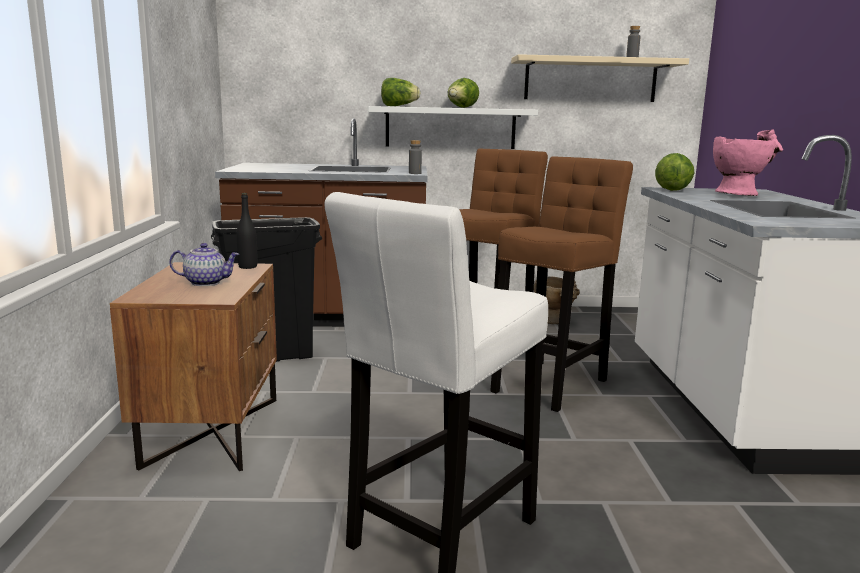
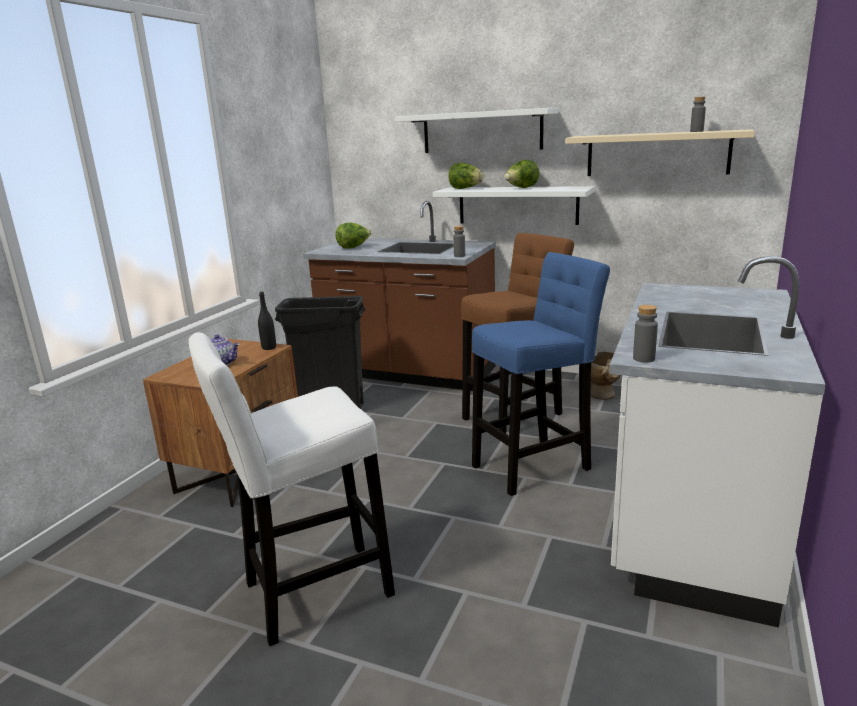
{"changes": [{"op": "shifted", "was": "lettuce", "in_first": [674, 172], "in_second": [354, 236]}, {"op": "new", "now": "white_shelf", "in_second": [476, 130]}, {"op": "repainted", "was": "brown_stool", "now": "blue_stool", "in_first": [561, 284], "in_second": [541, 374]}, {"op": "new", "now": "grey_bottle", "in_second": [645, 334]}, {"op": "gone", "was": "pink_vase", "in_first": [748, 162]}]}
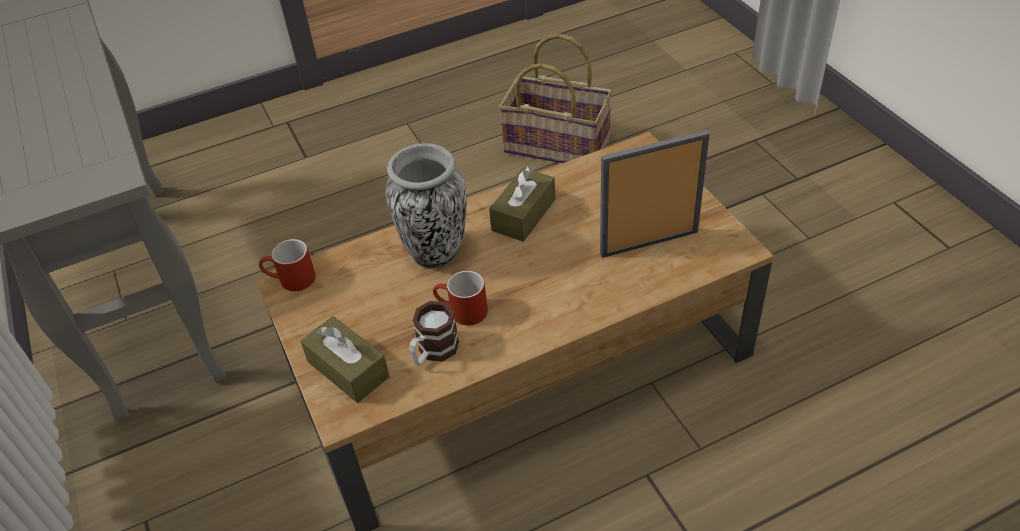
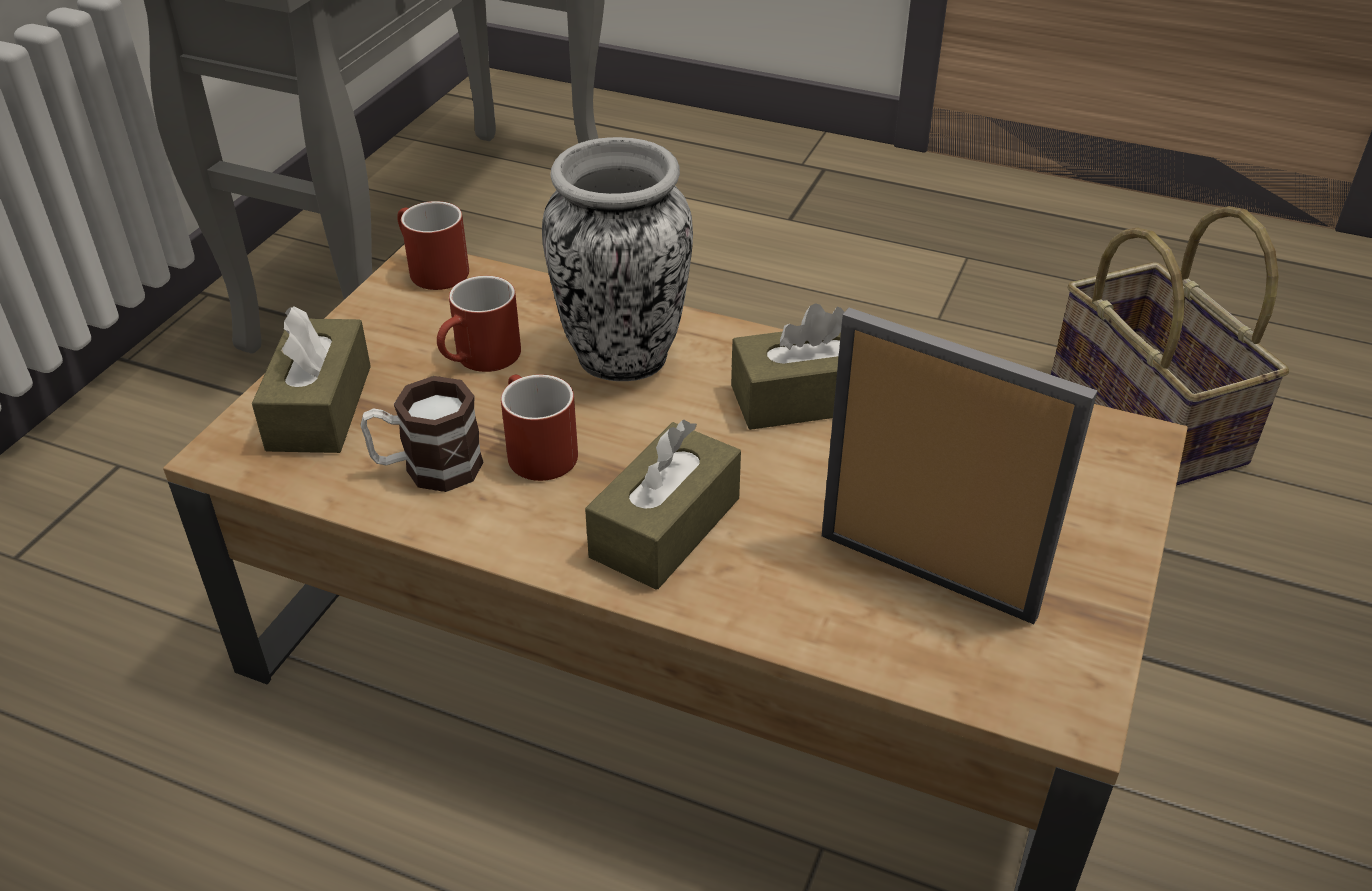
{"changes": [{"op": "new", "now": "red_mug", "in_second": [479, 324]}, {"op": "new", "now": "brown_tissue_box", "in_second": [663, 505]}]}
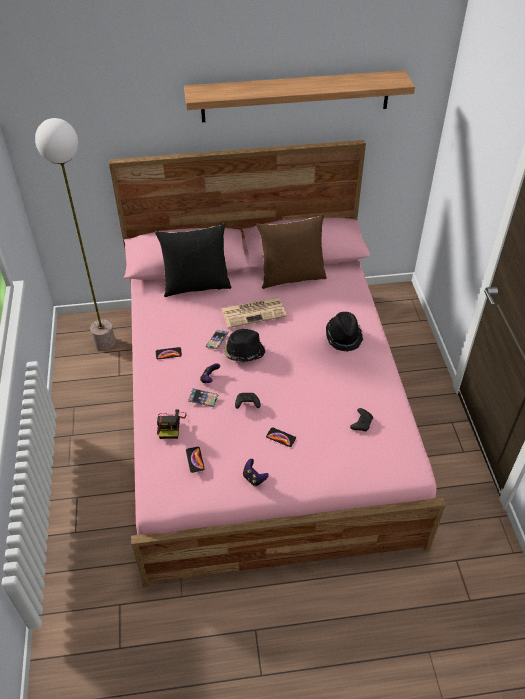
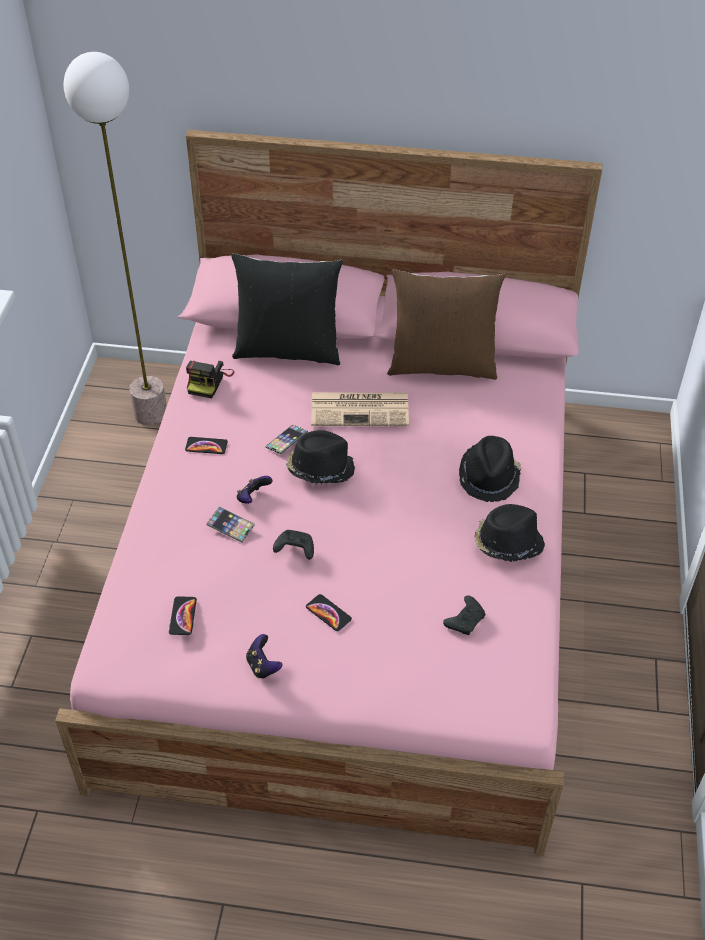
{"changes": [{"op": "shifted", "was": "photo_camera", "in_first": [172, 424], "in_second": [210, 379]}, {"op": "new", "now": "black_hat", "in_second": [510, 533]}, {"op": "gone", "was": "shelf", "in_first": [299, 96]}]}
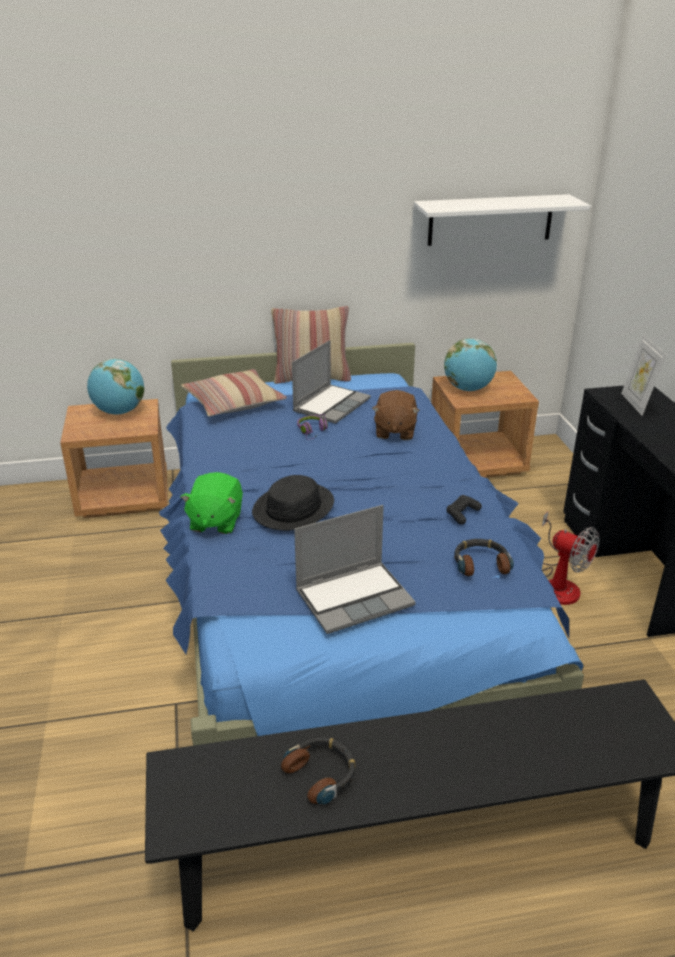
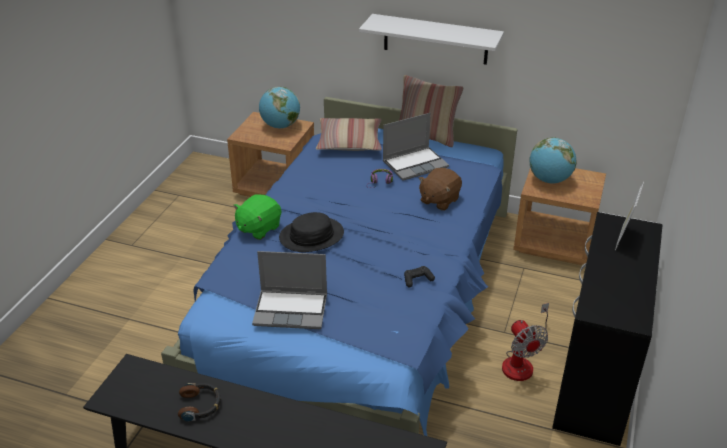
{"changes": [{"op": "shifted", "was": "white_shelf", "in_first": [502, 220], "in_second": [431, 39]}, {"op": "gone", "was": "headphones", "in_first": [484, 557]}]}
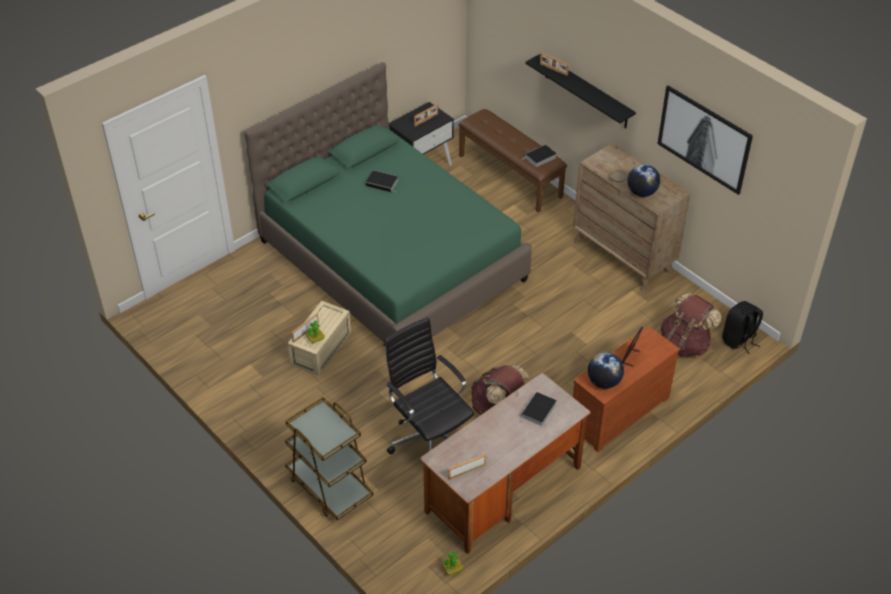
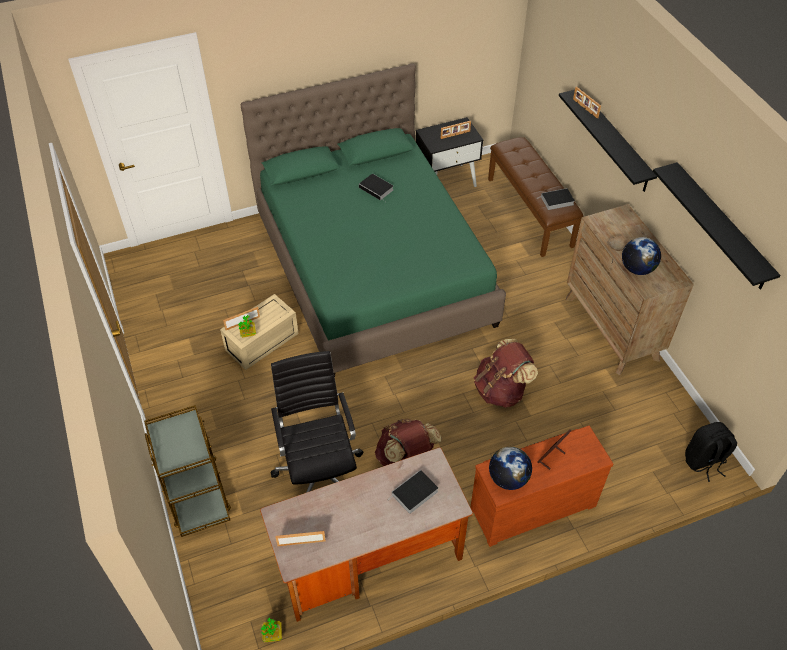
{"changes": [{"op": "shifted", "was": "brown_backpack", "in_first": [691, 325], "in_second": [506, 373]}, {"op": "swapped", "was": "picture", "now": "black_shelf", "in_first": [705, 140], "in_second": [716, 226]}]}
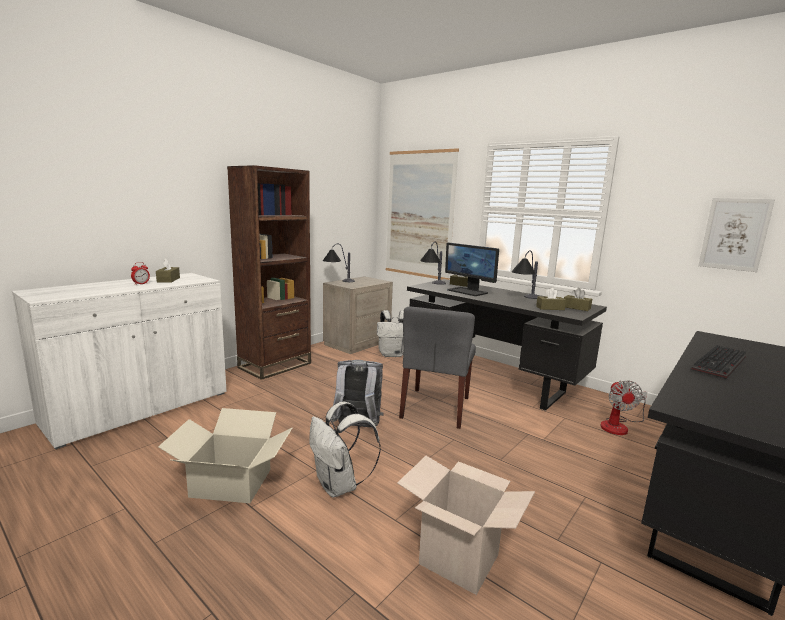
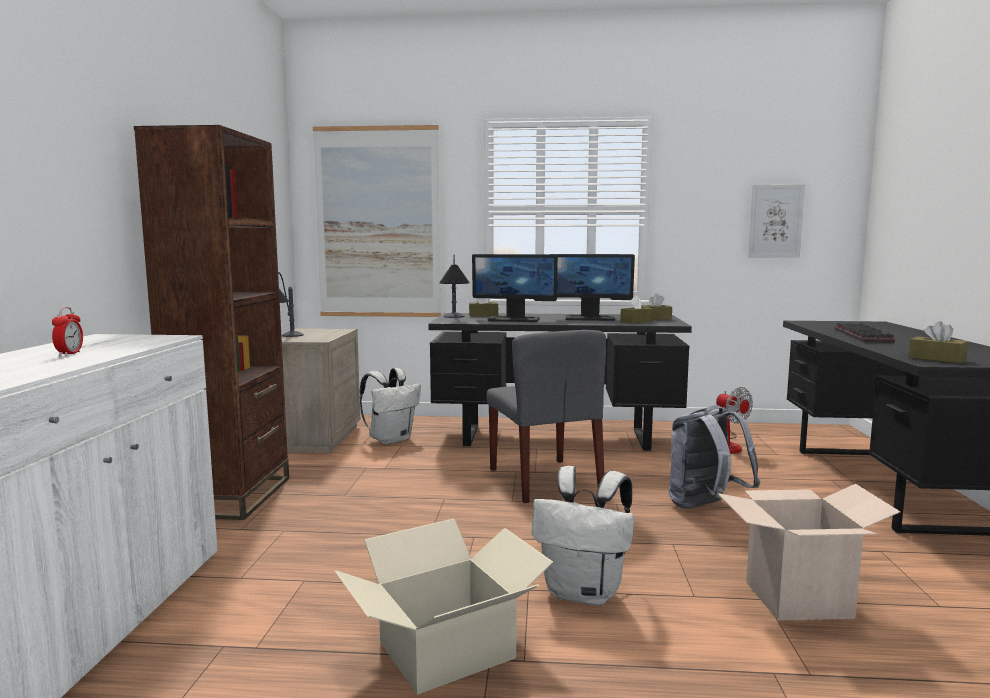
{"changes": [{"op": "swapped", "was": "table_lamp", "now": "monitor", "in_first": [525, 275], "in_second": [596, 287]}, {"op": "shifted", "was": "grey_backpack", "in_first": [357, 393], "in_second": [714, 457]}, {"op": "shifted", "was": "brown_tissue_box", "in_first": [168, 270], "in_second": [938, 342]}]}
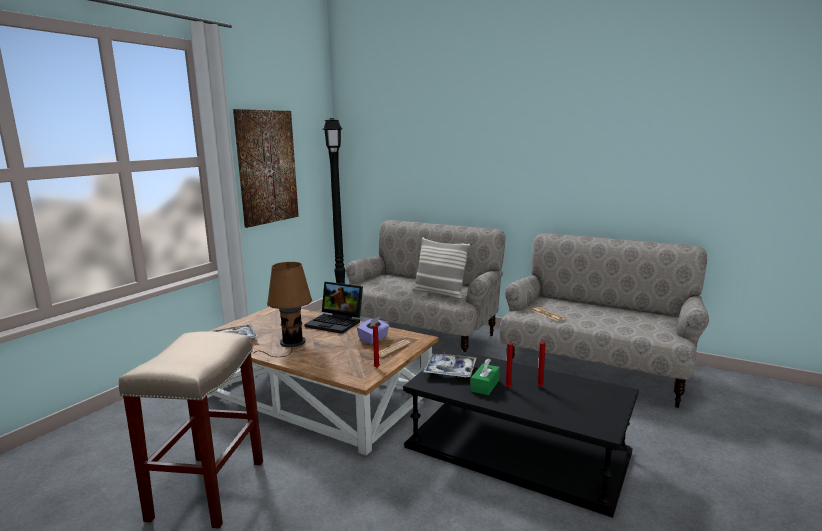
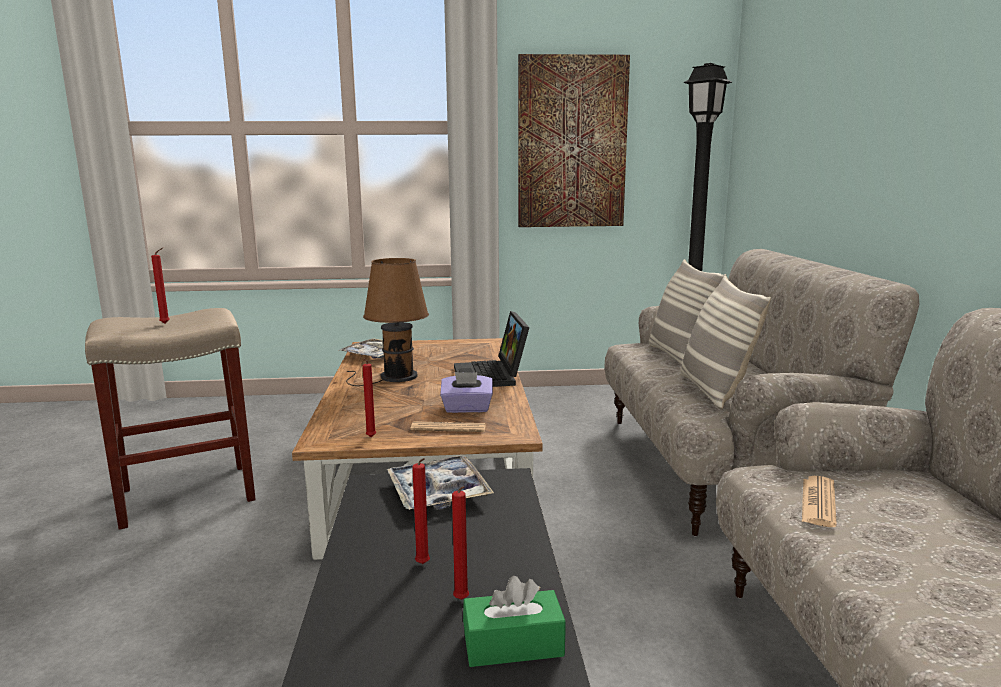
{"changes": [{"op": "new", "now": "red_candle", "in_second": [160, 286]}, {"op": "shifted", "was": "green_tissue_box", "in_first": [485, 376], "in_second": [514, 621]}, {"op": "new", "now": "pillow", "in_second": [687, 312]}]}
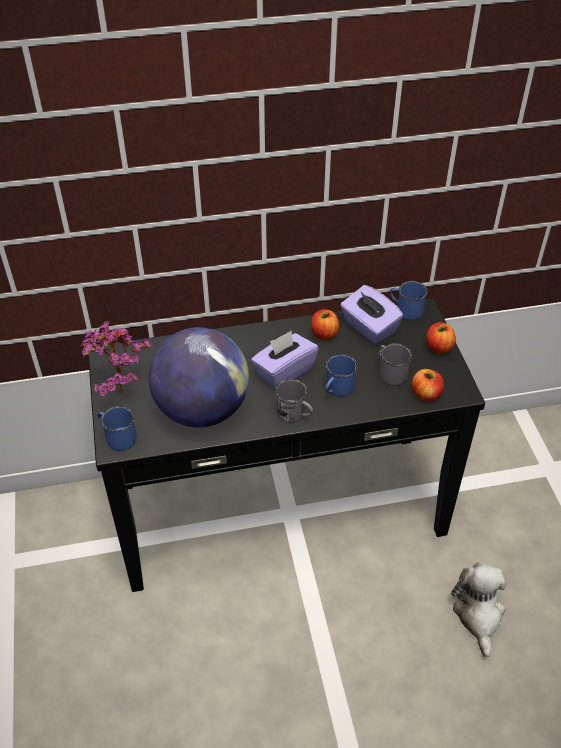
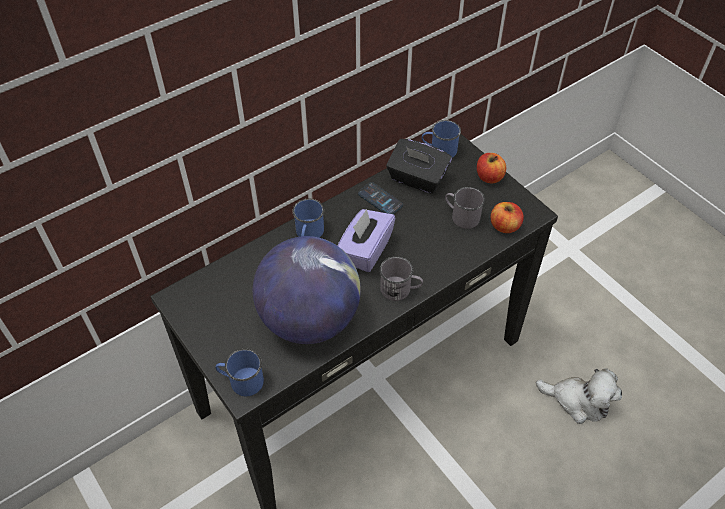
{"changes": [{"op": "shifted", "was": "blue_mug", "in_first": [341, 375], "in_second": [308, 218]}, {"op": "swapped", "was": "apple", "now": "phone", "in_first": [325, 324], "in_second": [380, 198]}, {"op": "repainted", "was": "purple_tissue_box", "now": "black_tissue_box", "in_first": [371, 314], "in_second": [419, 166]}, {"op": "rotated", "was": "plush_toy", "in_first": [478, 610], "in_second": [579, 396], "clockwise": 135}, {"op": "gone", "was": "potted_plant", "in_first": [117, 359]}]}
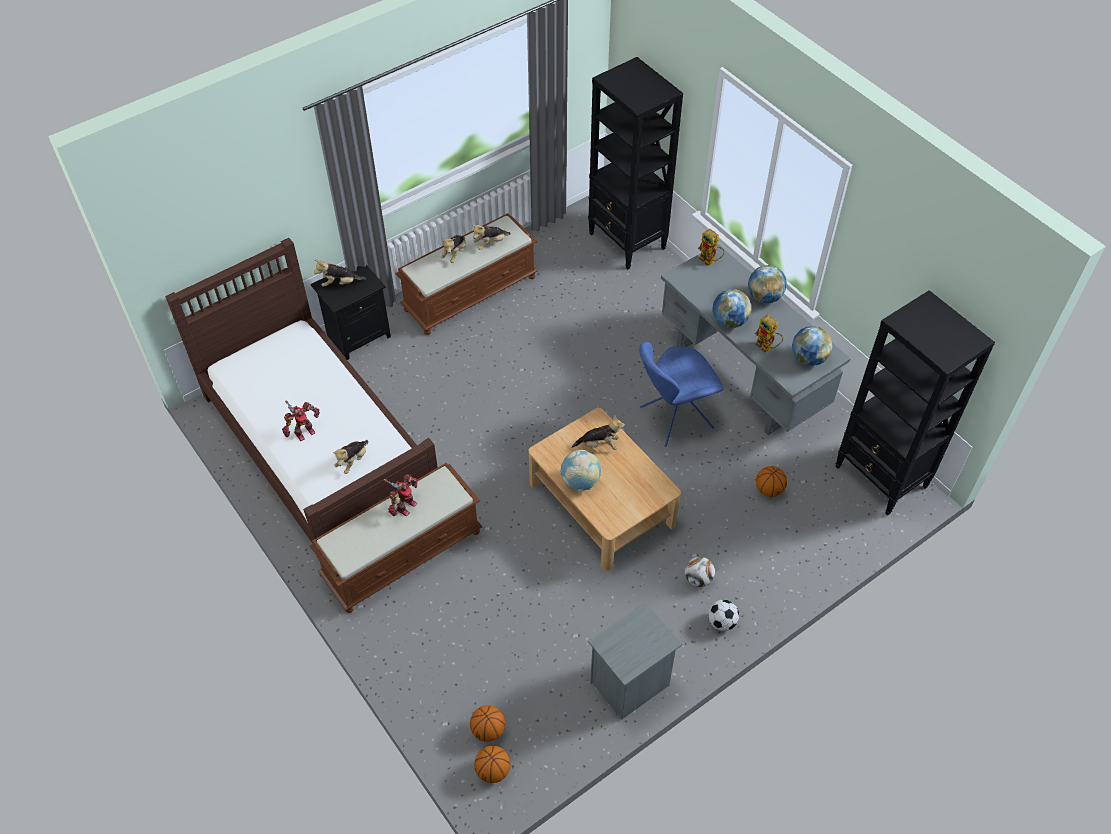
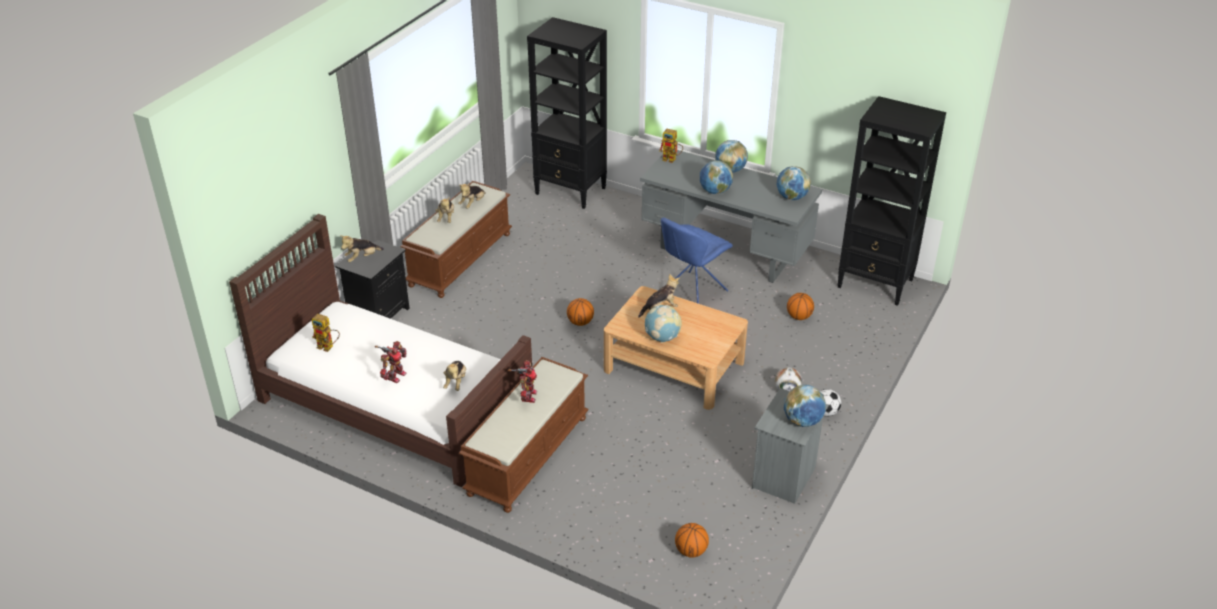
{"changes": [{"op": "shifted", "was": "toy_robot", "in_first": [769, 333], "in_second": [325, 332]}, {"op": "shifted", "was": "basketball", "in_first": [492, 764], "in_second": [580, 312]}, {"op": "new", "now": "globe", "in_second": [805, 406]}]}
